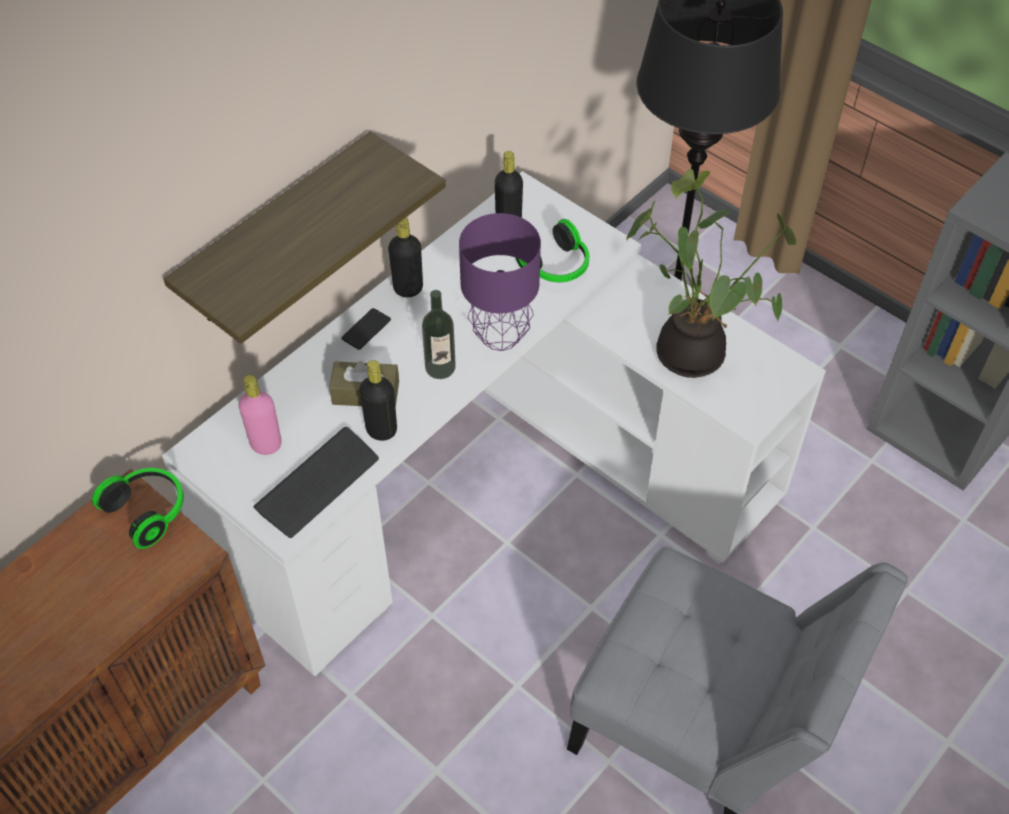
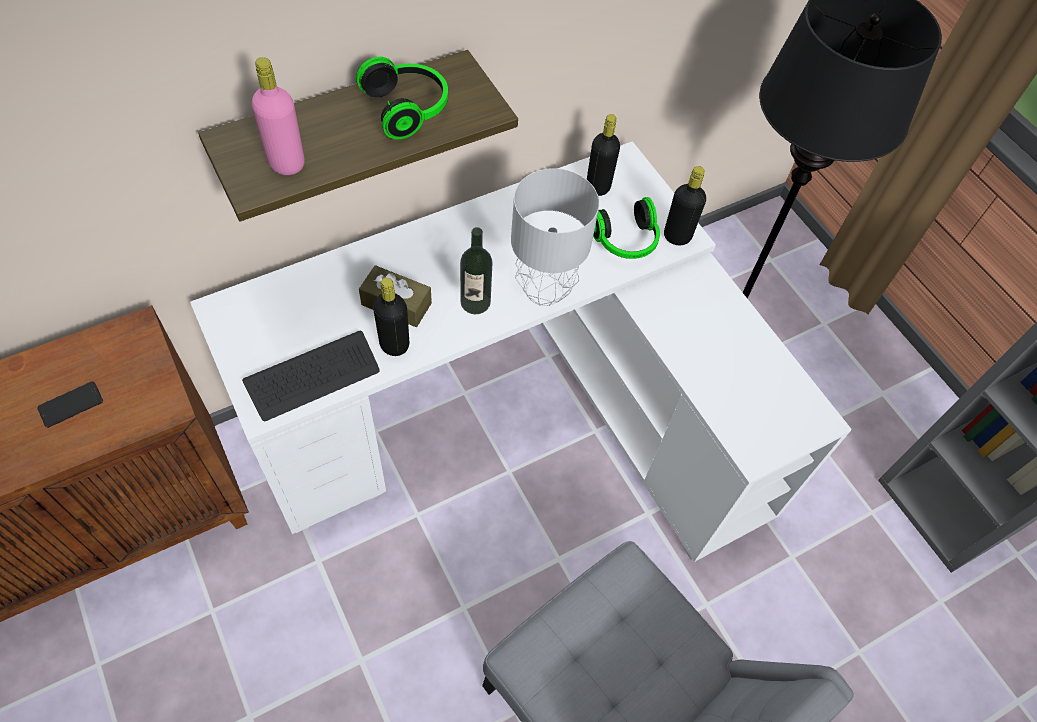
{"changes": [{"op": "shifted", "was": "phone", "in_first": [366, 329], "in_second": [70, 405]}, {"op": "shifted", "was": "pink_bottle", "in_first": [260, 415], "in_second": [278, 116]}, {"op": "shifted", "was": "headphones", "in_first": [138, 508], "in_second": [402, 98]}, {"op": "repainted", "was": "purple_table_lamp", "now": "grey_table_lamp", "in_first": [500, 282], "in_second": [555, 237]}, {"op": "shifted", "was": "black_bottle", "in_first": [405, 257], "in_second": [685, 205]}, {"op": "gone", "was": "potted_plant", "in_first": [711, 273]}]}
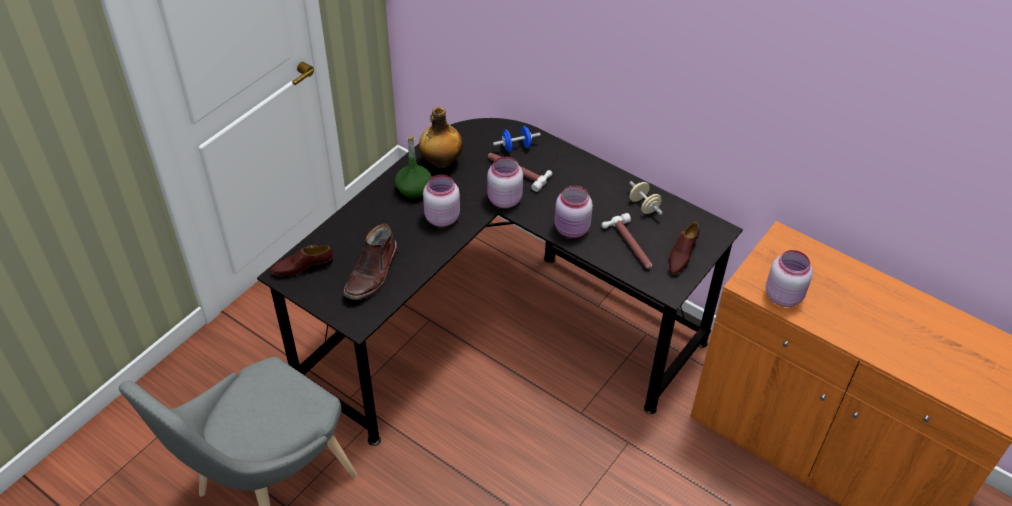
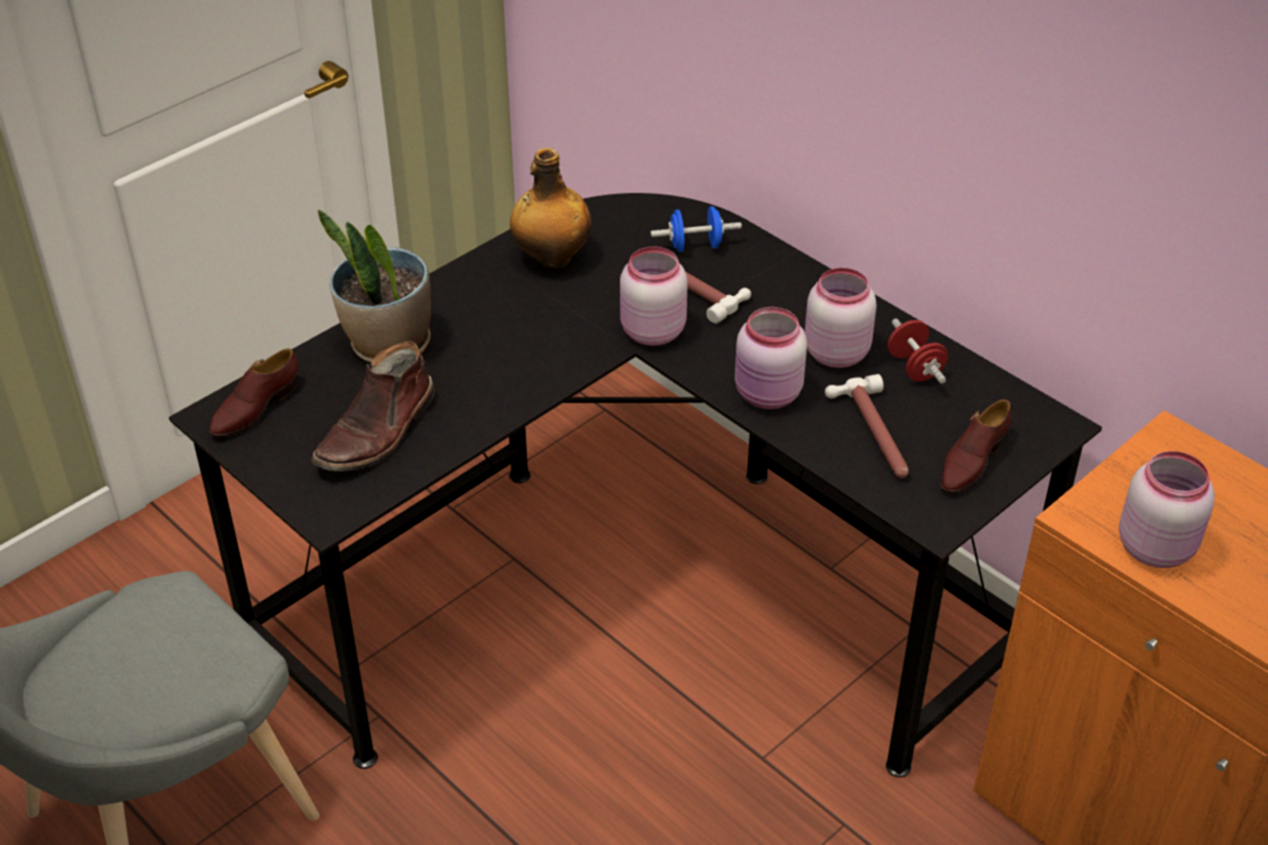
{"changes": [{"op": "rotated", "was": "brown_shoe", "in_first": [302, 261], "in_second": [253, 392], "clockwise": -45}, {"op": "new", "now": "potted_plant", "in_second": [374, 286]}, {"op": "shifted", "was": "pink_jar", "in_first": [441, 201], "in_second": [841, 318]}, {"op": "repainted", "was": "beige_dumbbell", "now": "red_dumbbell", "in_first": [646, 198], "in_second": [917, 351]}, {"op": "gone", "was": "green_bottle", "in_first": [413, 167]}]}
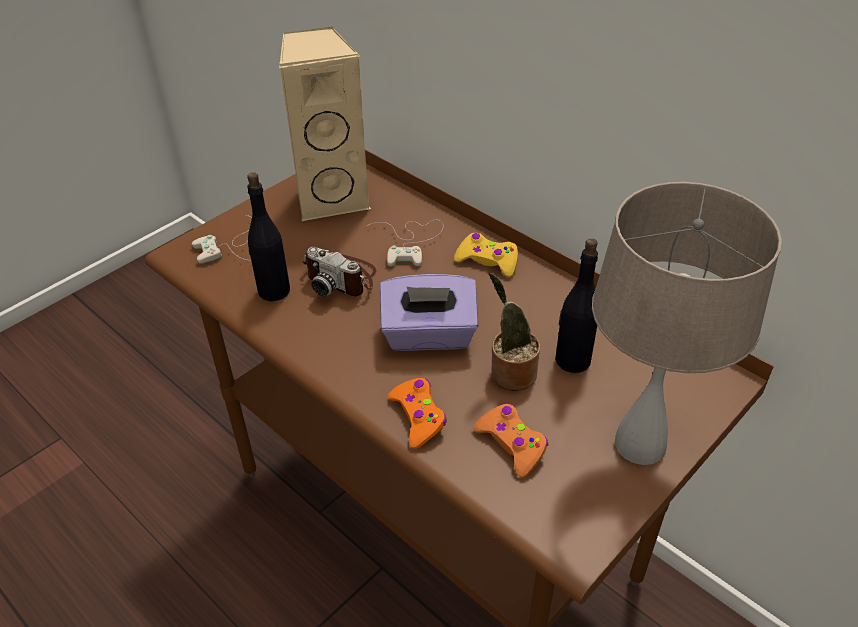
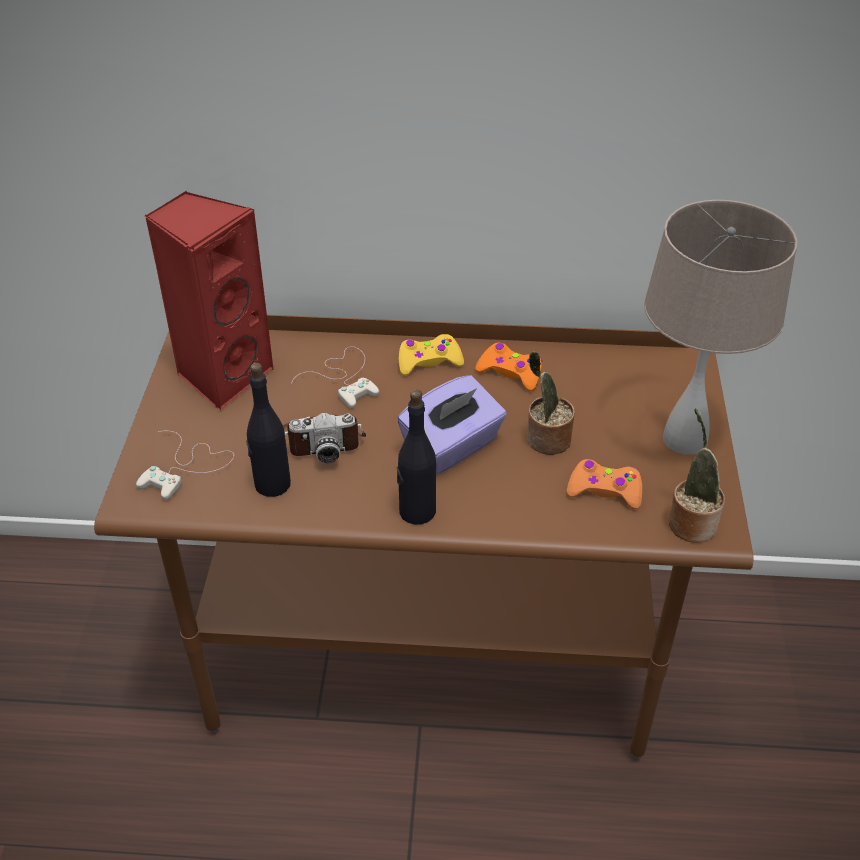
{"changes": [{"op": "repainted", "was": "beige_speaker", "now": "red_speaker", "in_first": [325, 123], "in_second": [210, 300]}, {"op": "shifted", "was": "black_bottle", "in_first": [576, 305], "in_second": [416, 457]}, {"op": "shifted", "was": "orange_game_controller", "in_first": [417, 413], "in_second": [508, 366]}, {"op": "new", "now": "potted_plant", "in_second": [697, 475]}]}
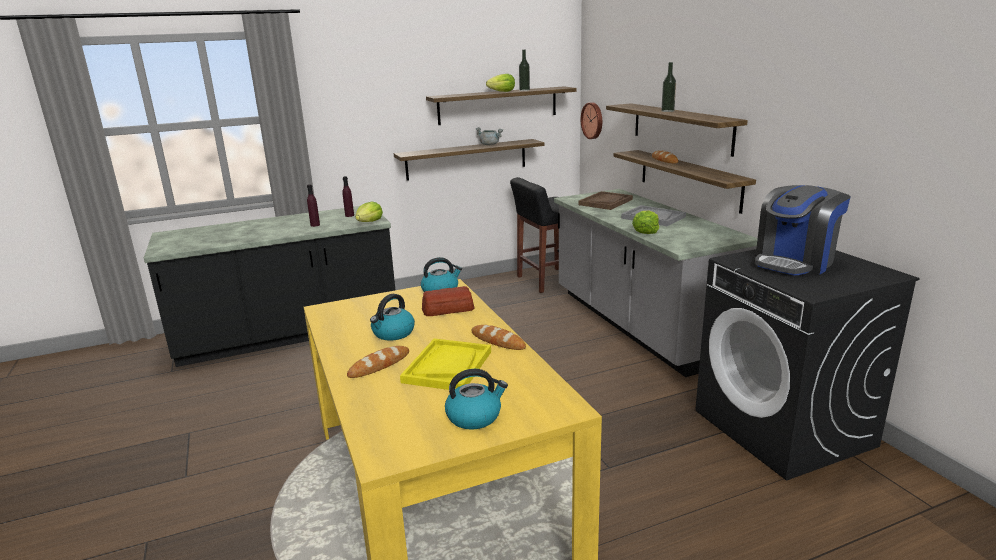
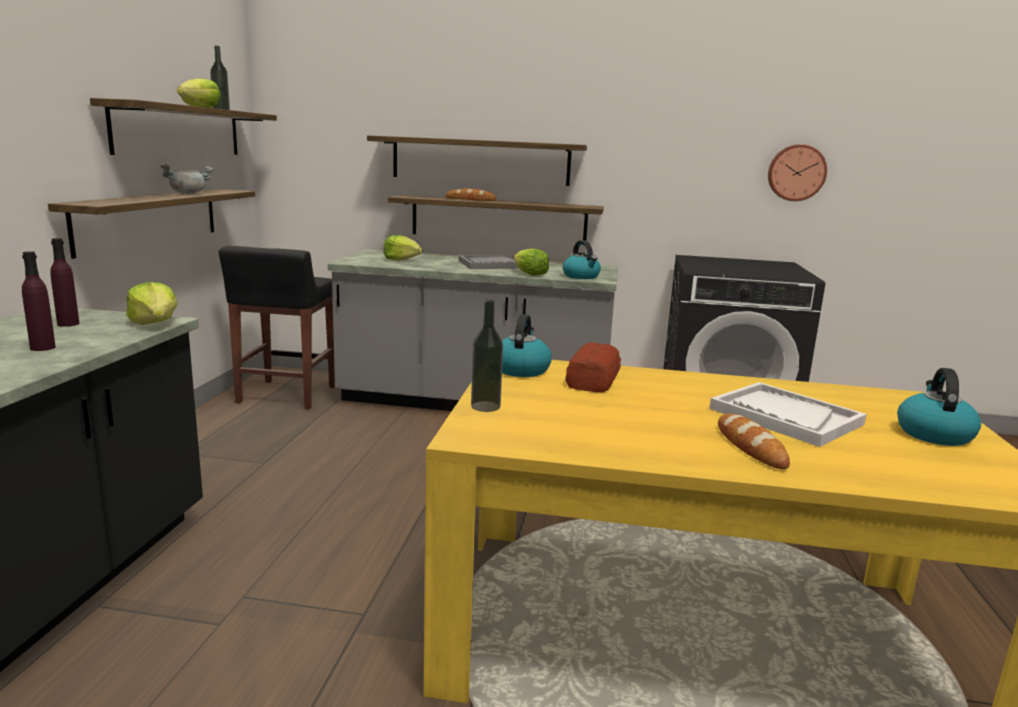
{"changes": [{"op": "swapped", "was": "brown_tray", "now": "lettuce", "in_first": [606, 200], "in_second": [402, 248]}, {"op": "shifted", "was": "bottle", "in_first": [668, 87], "in_second": [487, 356]}, {"op": "shifted", "was": "kettle", "in_first": [392, 317], "in_second": [582, 259]}, {"op": "repainted", "was": "yellow_tray", "now": "white_tray", "in_first": [445, 364], "in_second": [788, 414]}, {"op": "shifted", "was": "wall_clock", "in_first": [591, 120], "in_second": [797, 172]}, {"op": "gone", "was": "bread", "in_first": [499, 337]}, {"op": "gone", "was": "coffee_machine", "in_first": [803, 230]}]}
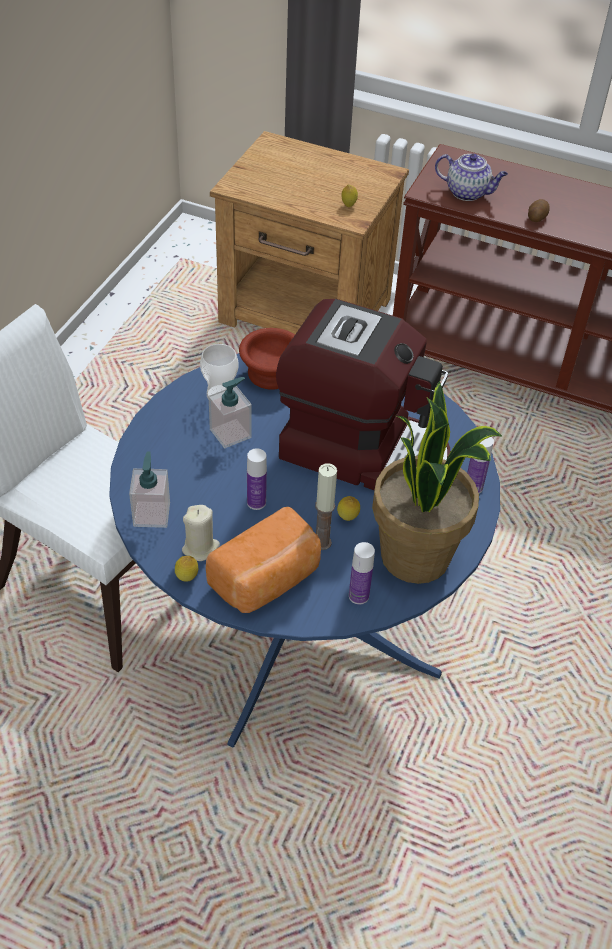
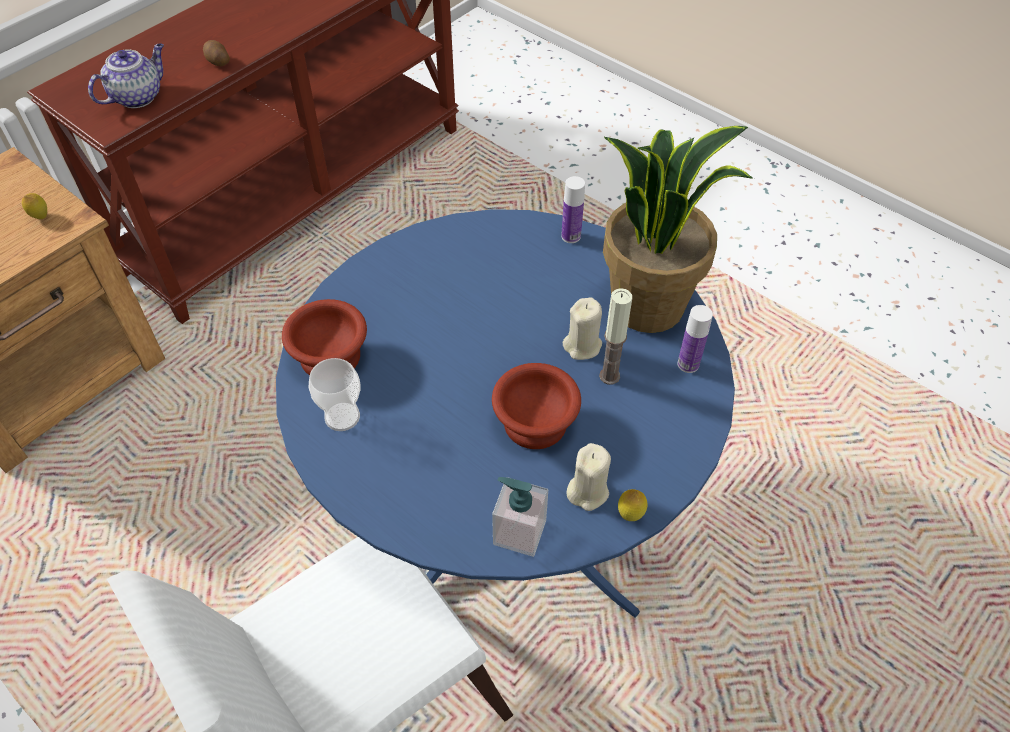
{"changes": [{"op": "swapped", "was": "bottle", "now": "brown_bowl", "in_first": [257, 479], "in_second": [536, 406]}, {"op": "swapped", "was": "lemon", "now": "beige_candle", "in_first": [348, 508], "in_second": [582, 328]}, {"op": "gone", "was": "bread", "in_first": [263, 560]}, {"op": "gone", "was": "soap_dispenser", "in_first": [230, 412]}, {"op": "gone", "was": "coffee_machine", "in_first": [363, 394]}]}
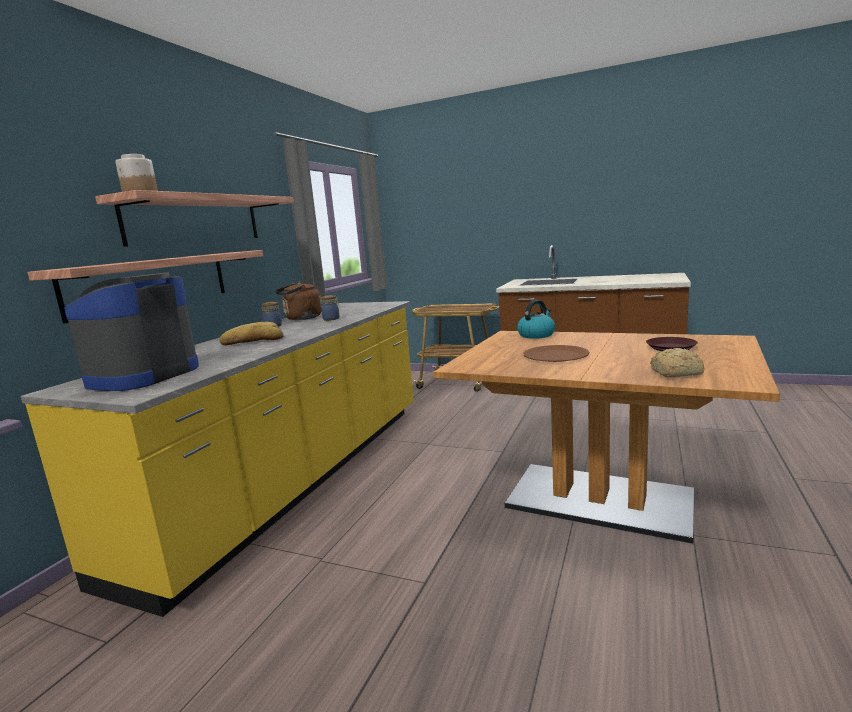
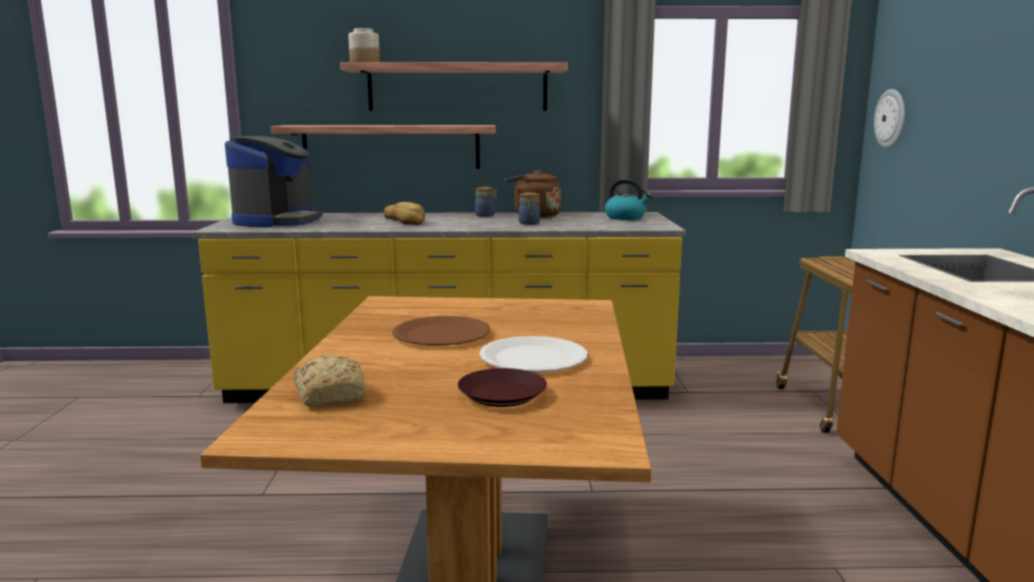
{"changes": [{"op": "rotated", "was": "coffee_machine", "in_first": [131, 331], "in_second": [273, 181], "clockwise": 105}, {"op": "new", "now": "white_plate", "in_second": [533, 354]}, {"op": "shifted", "was": "kettle", "in_first": [536, 319], "in_second": [628, 199]}, {"op": "new", "now": "wall_clock", "in_second": [889, 118]}]}
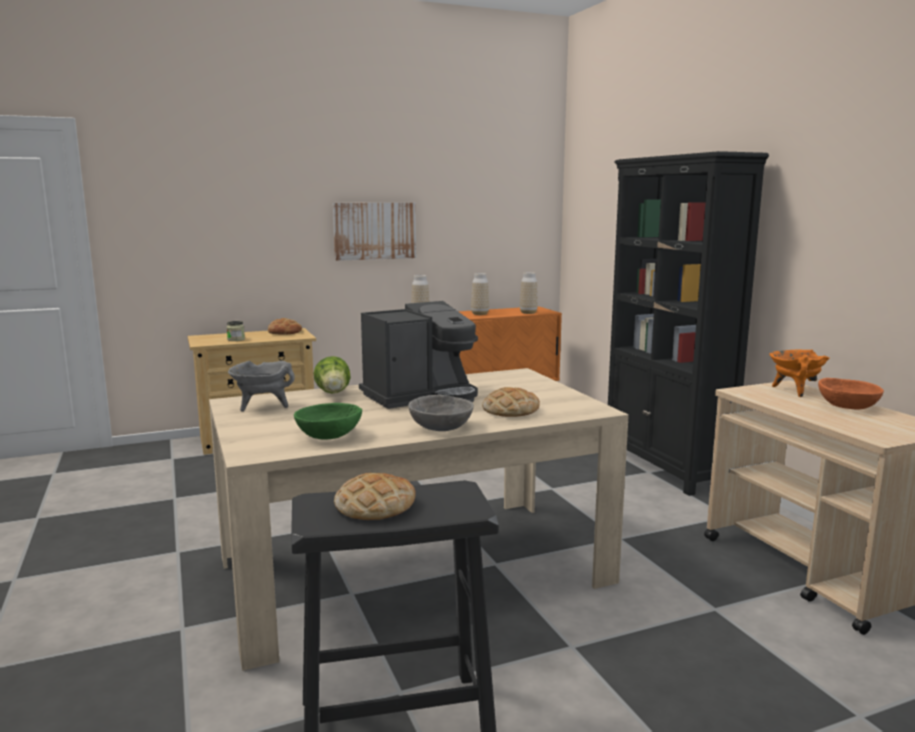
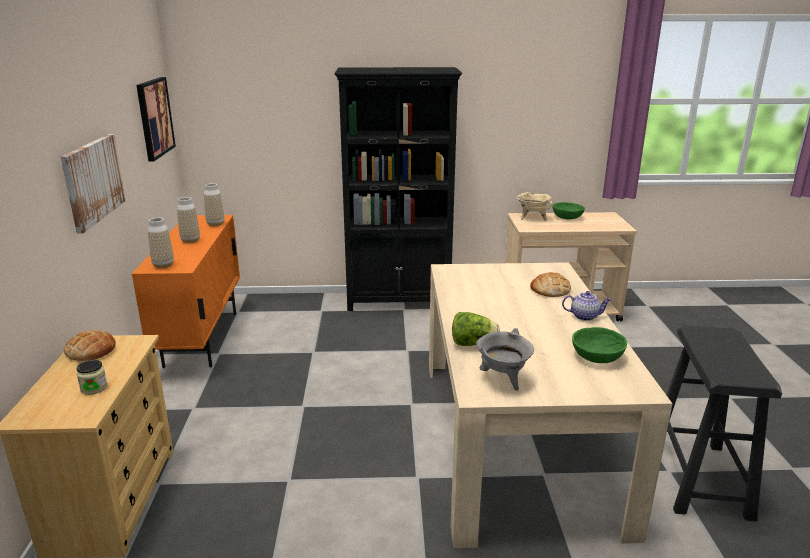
{"changes": [{"op": "new", "now": "picture", "in_second": [156, 119]}, {"op": "repainted", "was": "orange_cooking_pot", "now": "beige_cooking_pot", "in_first": [799, 373], "in_second": [534, 206]}, {"op": "repainted", "was": "orange_bowl", "now": "green_bowl", "in_first": [851, 393], "in_second": [568, 210]}, {"op": "swapped", "was": "grey_bowl", "now": "teapot", "in_first": [441, 413], "in_second": [587, 306]}, {"op": "gone", "was": "bread", "in_first": [374, 496]}, {"op": "gone", "was": "coffee_machine", "in_first": [418, 355]}]}
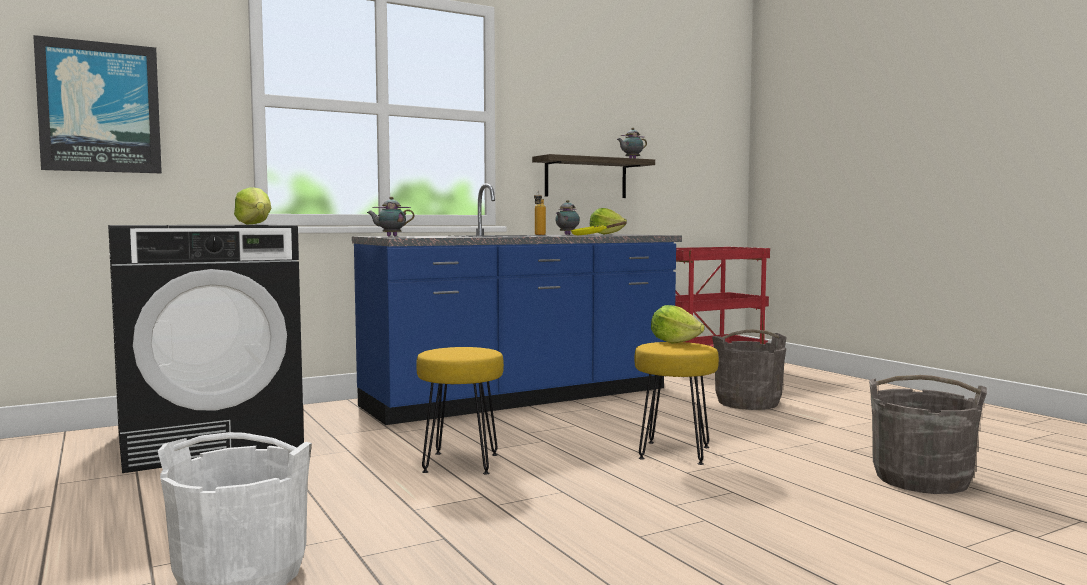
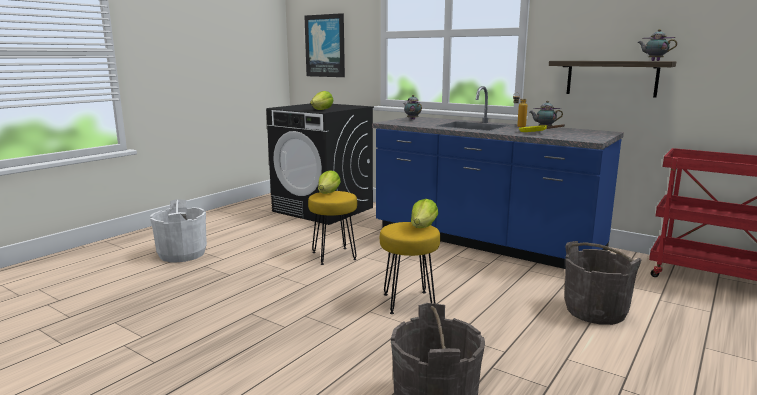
{"changes": [{"op": "shifted", "was": "lettuce", "in_first": [608, 221], "in_second": [329, 182]}]}
